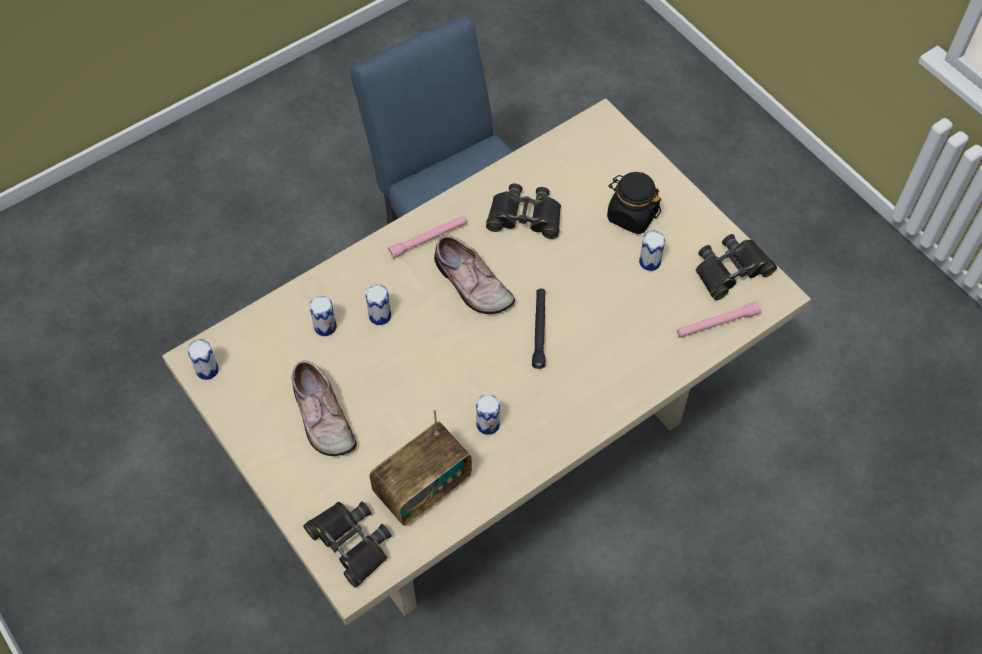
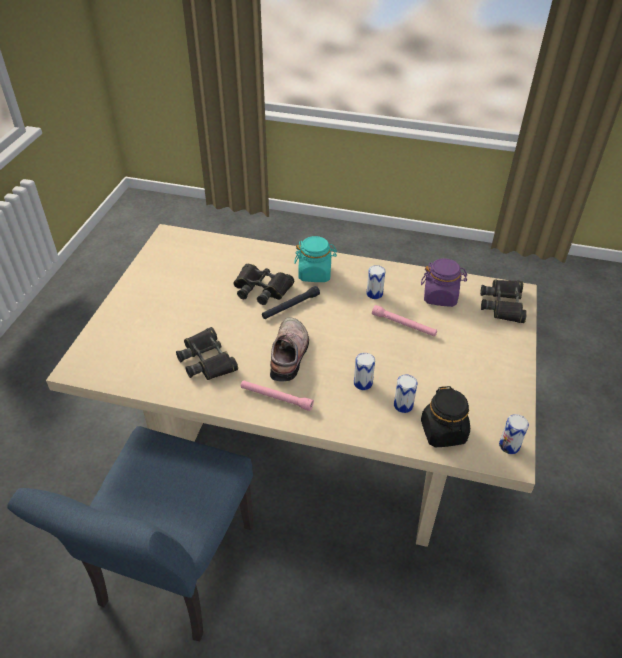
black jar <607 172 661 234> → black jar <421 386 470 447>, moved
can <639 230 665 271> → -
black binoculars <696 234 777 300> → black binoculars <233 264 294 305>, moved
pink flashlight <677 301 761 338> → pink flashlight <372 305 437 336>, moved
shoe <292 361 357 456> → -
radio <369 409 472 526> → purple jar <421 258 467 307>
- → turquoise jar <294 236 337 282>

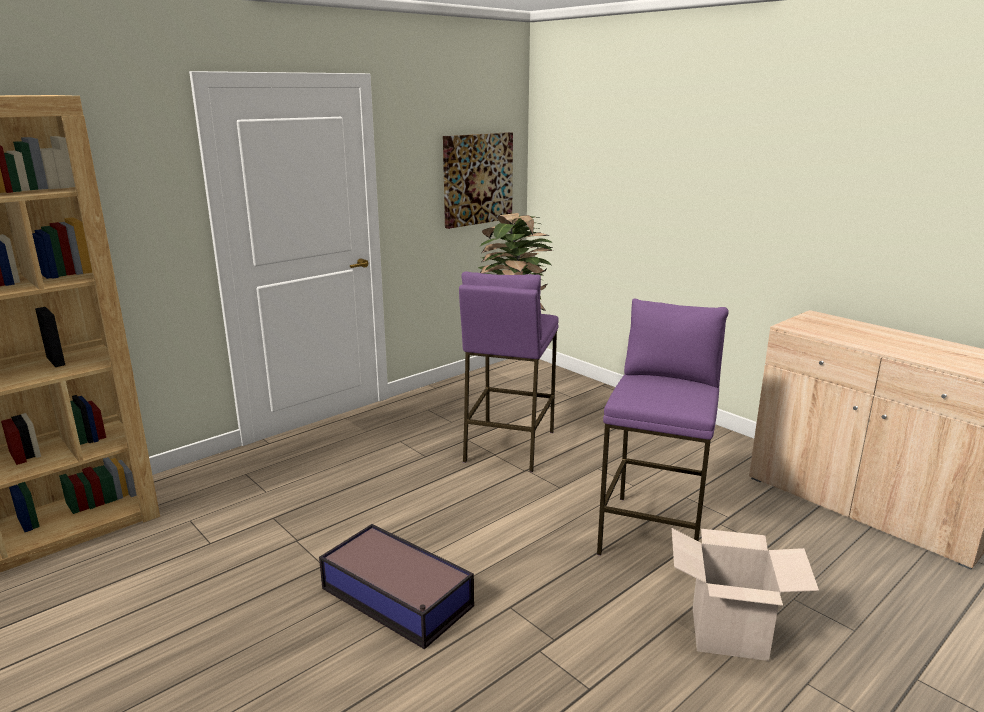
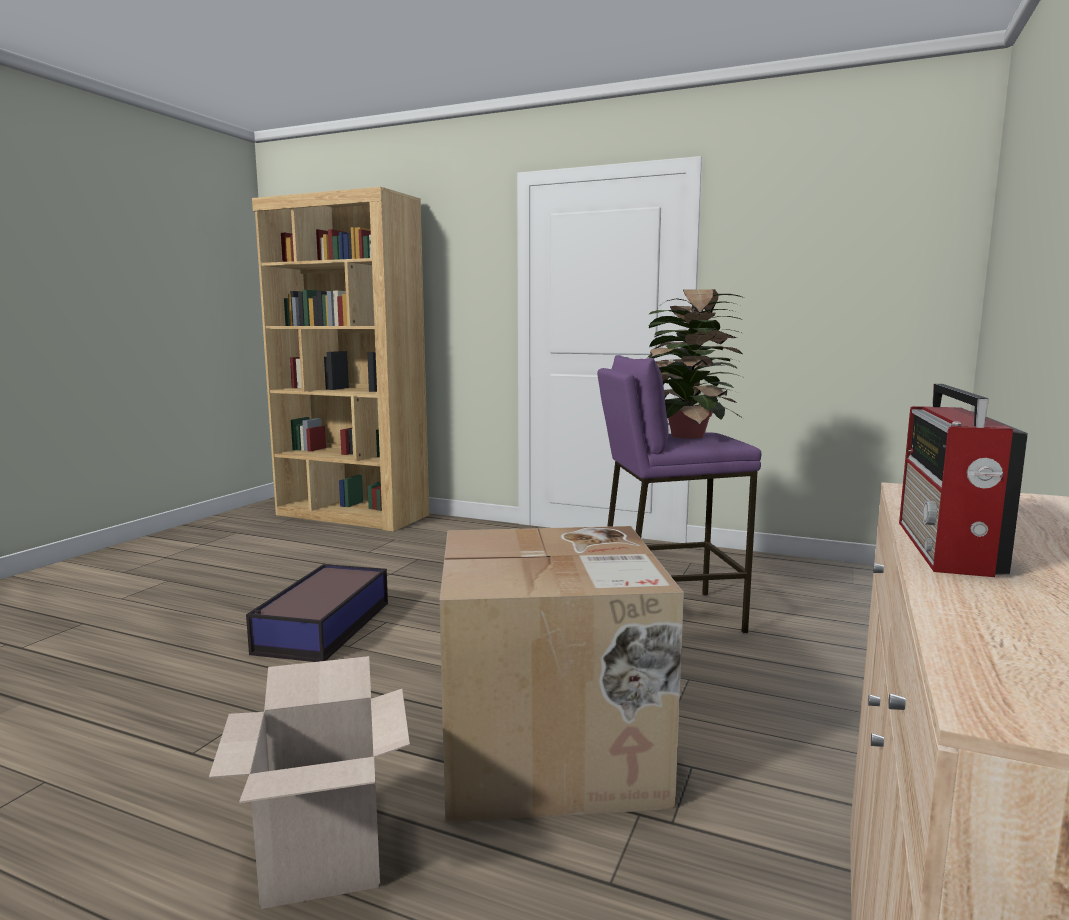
picture <443 132 513 229> → -
purple stool <597 298 729 556> → cardboard box <439 526 684 822>
- → radio <899 384 1028 577>

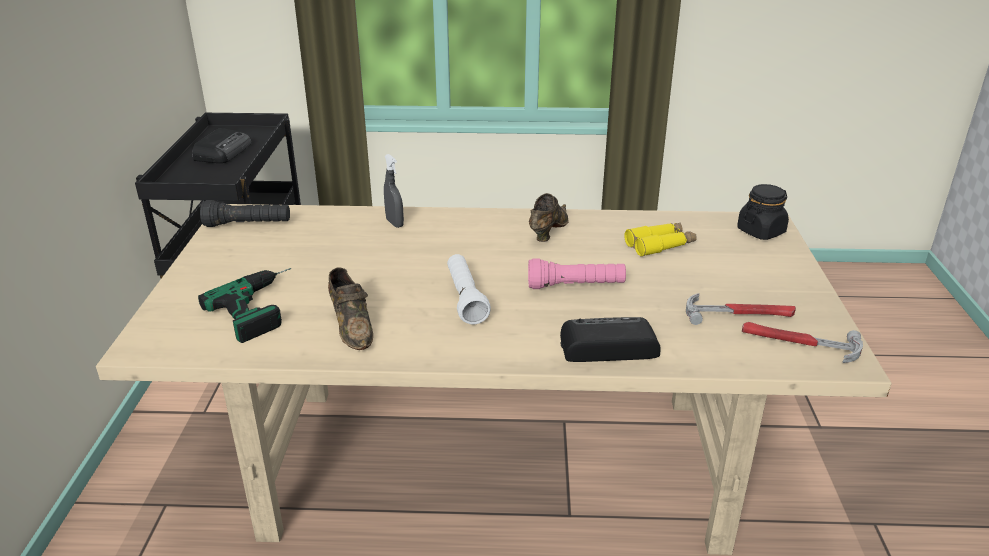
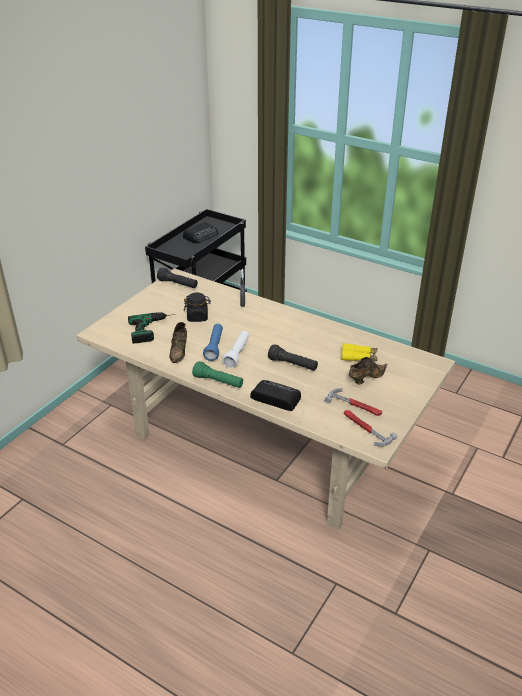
black jar <737 184 789 240> → black jar <184 292 211 322>, moved
brown shoe <529 193 569 242> → brown shoe <349 357 387 384>, moved
pink flashlight <528 258 626 289> → black flashlight <268 344 318 371>
- → blue flashlight <203 324 223 361>
- → green flashlight <192 361 243 388>

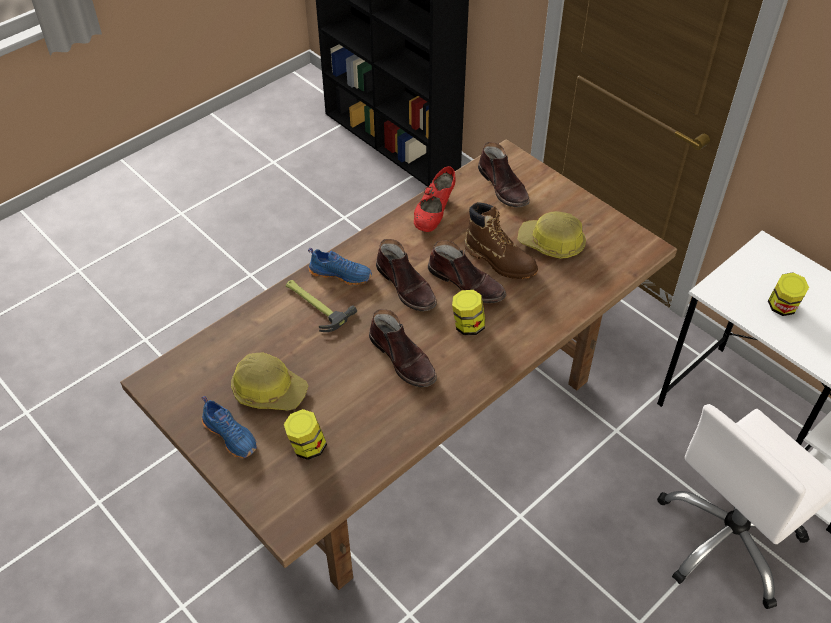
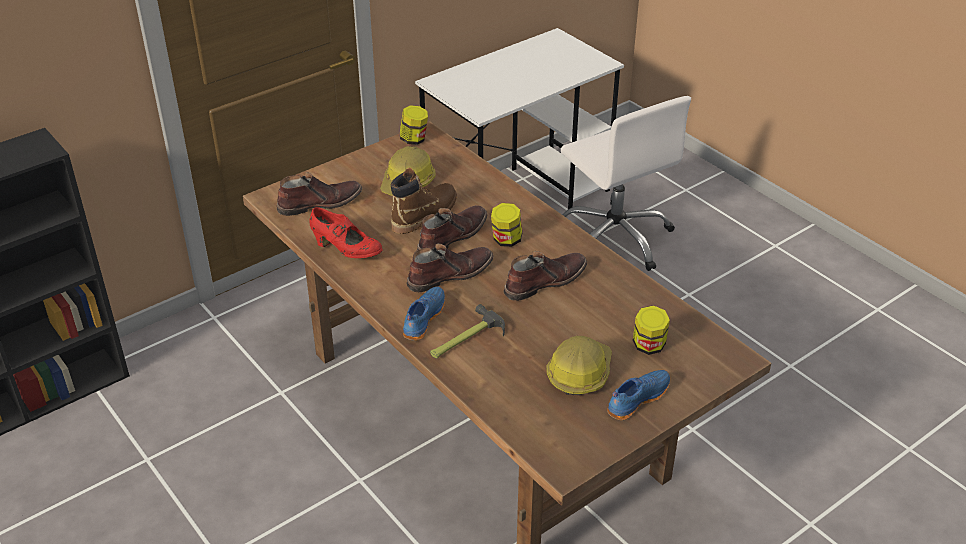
jar <768 272 809 316> → jar <400 105 428 145>, moved

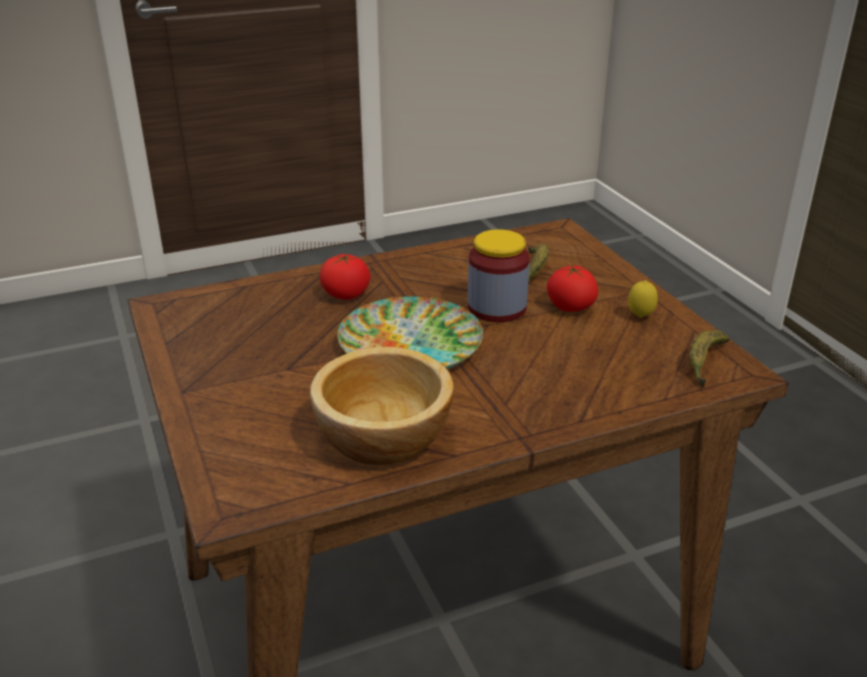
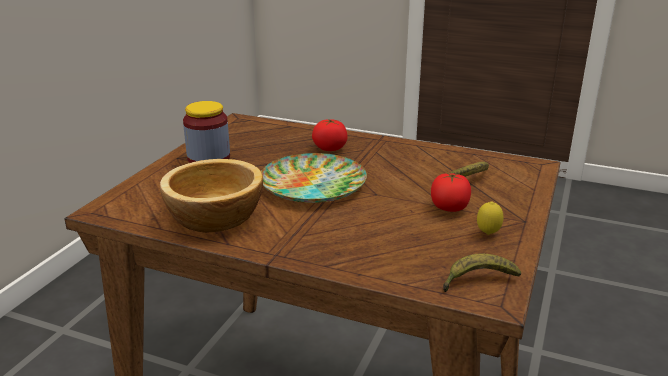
jar <468 229 530 322> → jar <183 101 230 163>, moved

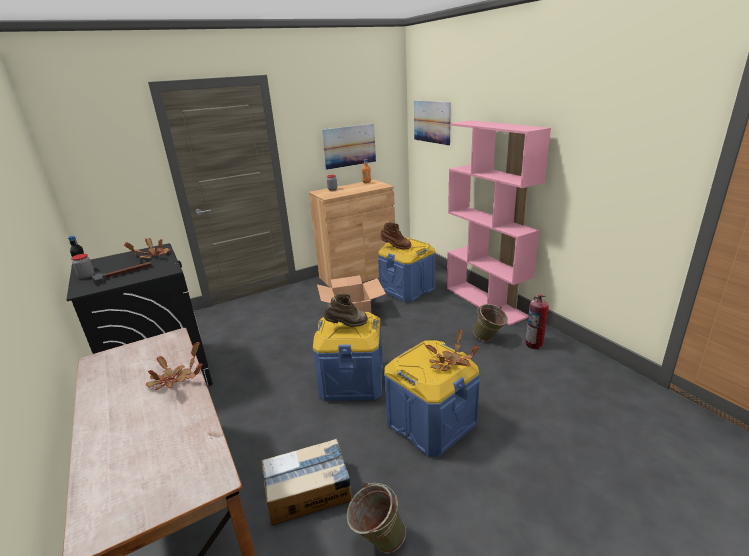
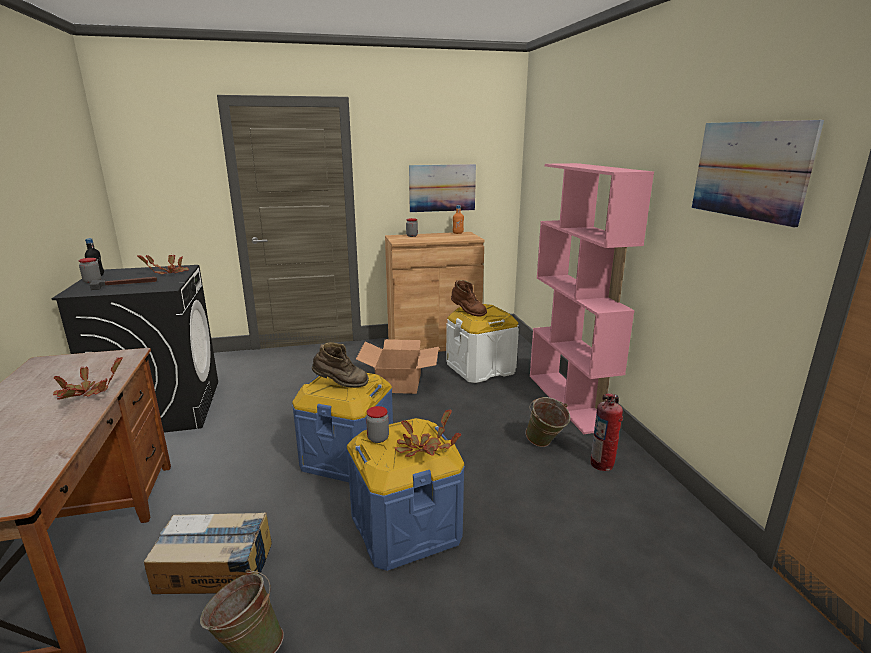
picture <414 101 451 145> → picture <692 120 824 228>, moved
blue storage box <378 238 436 302> → white storage box <446 304 519 383>
- → jar <366 406 389 443>

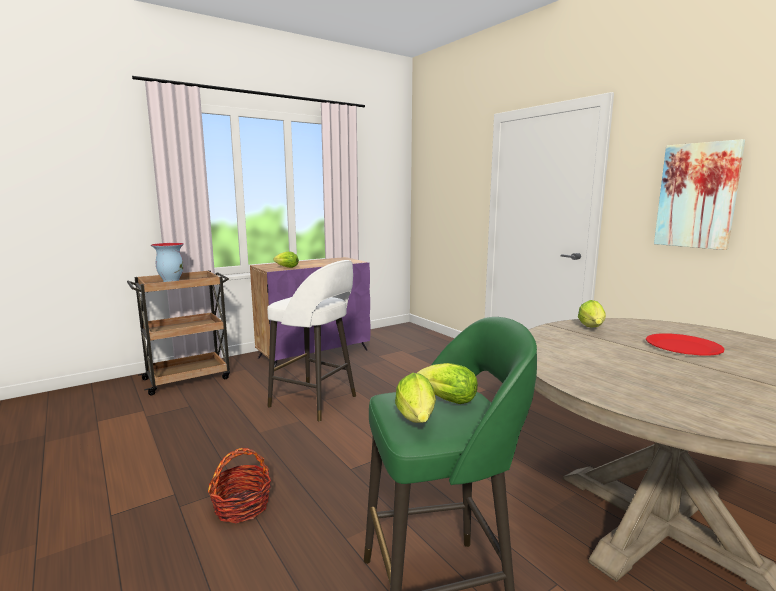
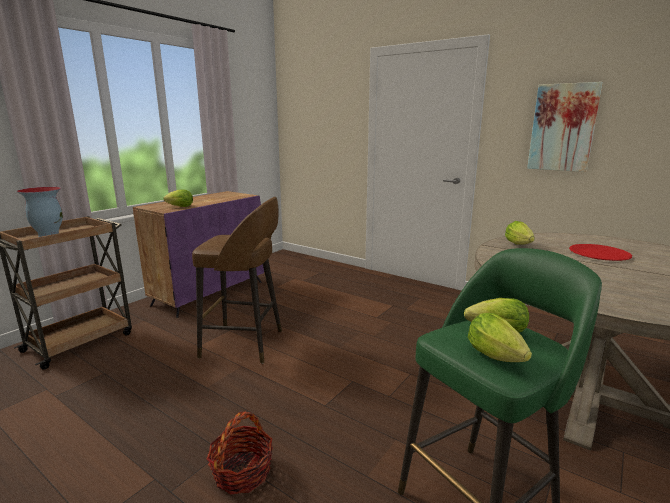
white stool <267 260 356 422> → brown stool <192 197 282 364>

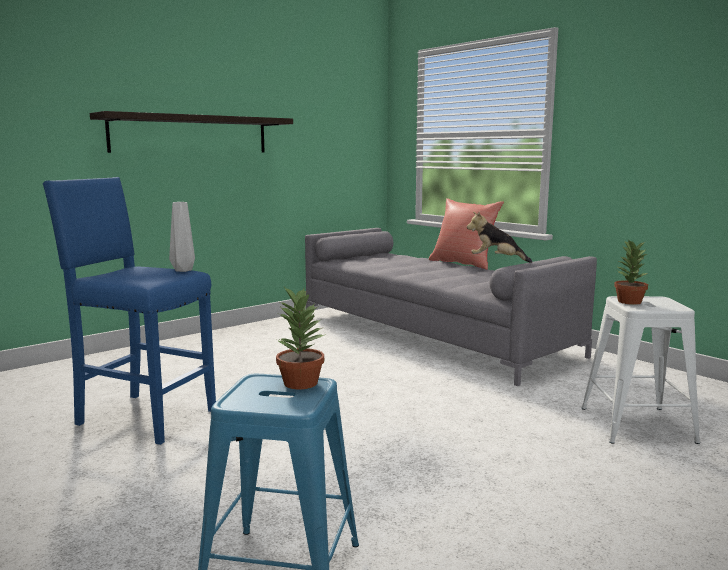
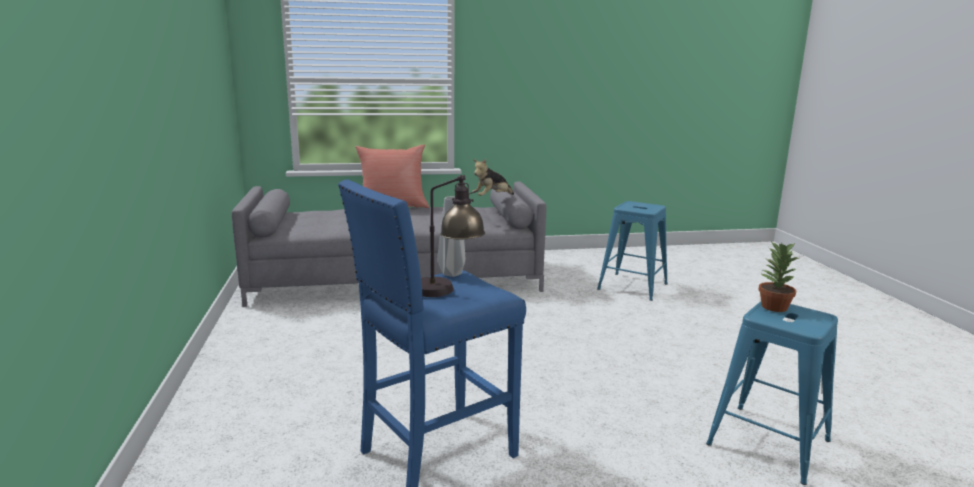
shelf <90 111 293 153> → -
potted plant <614 240 649 305> → -
white stool <582 296 700 444> → blue stool <597 201 668 301>
- → table lamp <421 175 485 297>

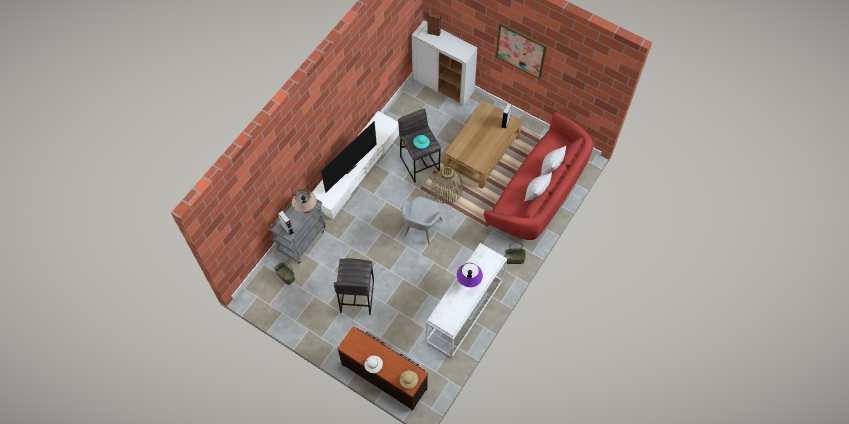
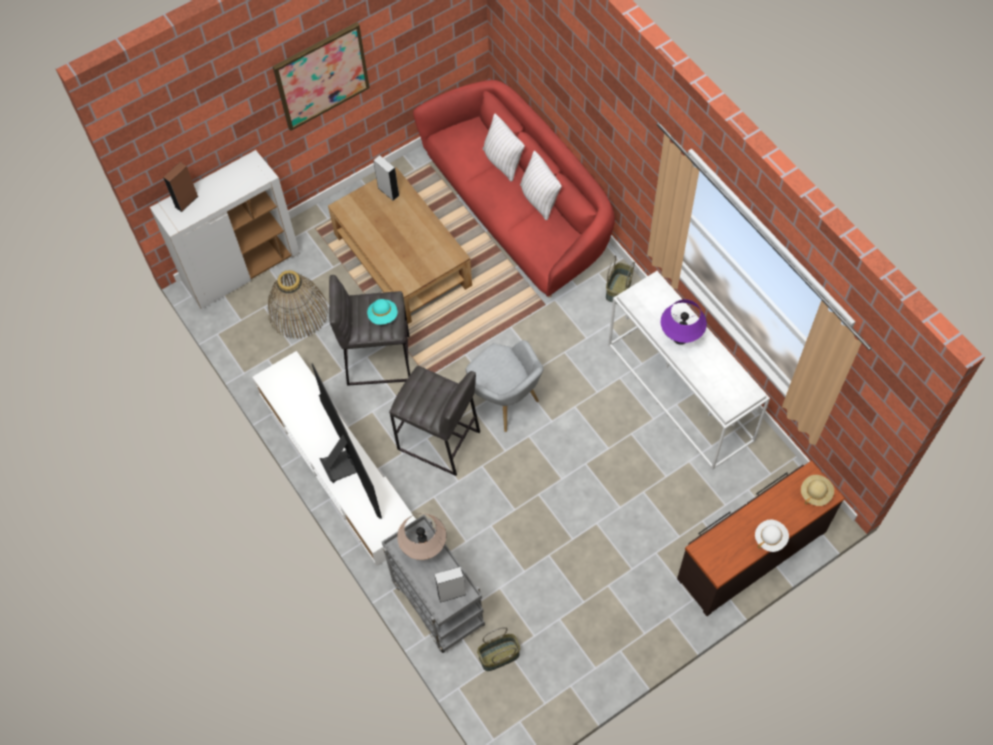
basket <430 166 464 204> → basket <268 270 329 339>, moved
grey stool <334 258 374 315> → grey stool <389 366 480 476>, moved

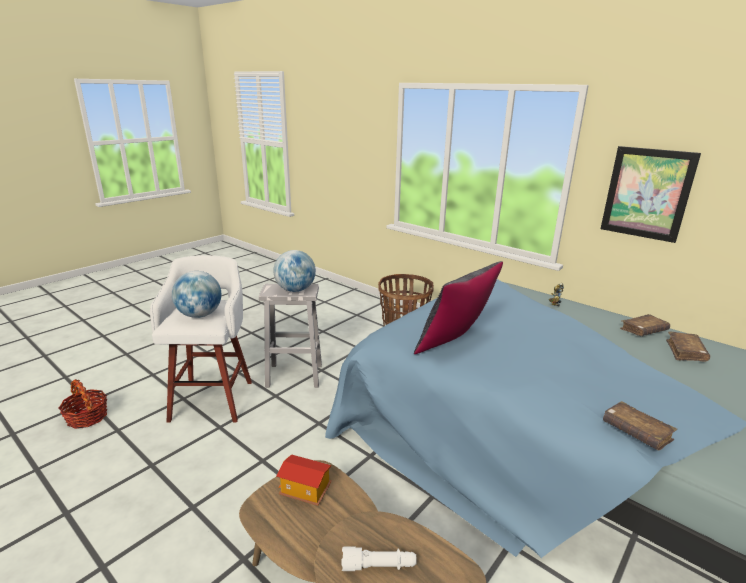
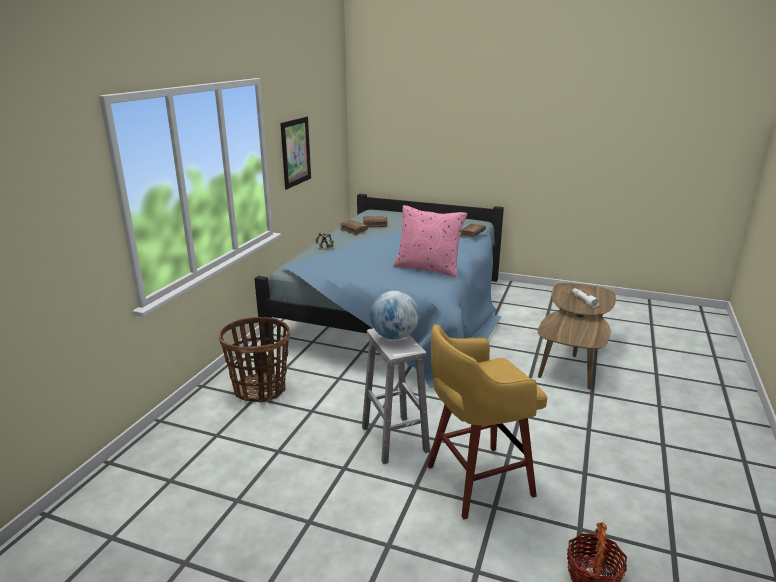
white stool <150 255 252 423> → yellow stool <427 324 548 519>
black pillow <414 261 503 354> → pink pillow <393 205 467 278>
globe <172 271 221 318> → -
toy house <277 454 332 506> → -

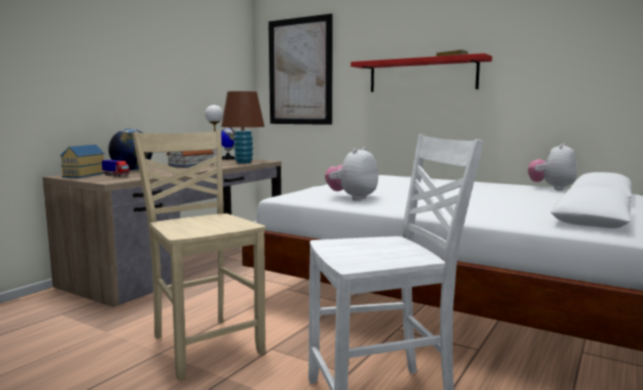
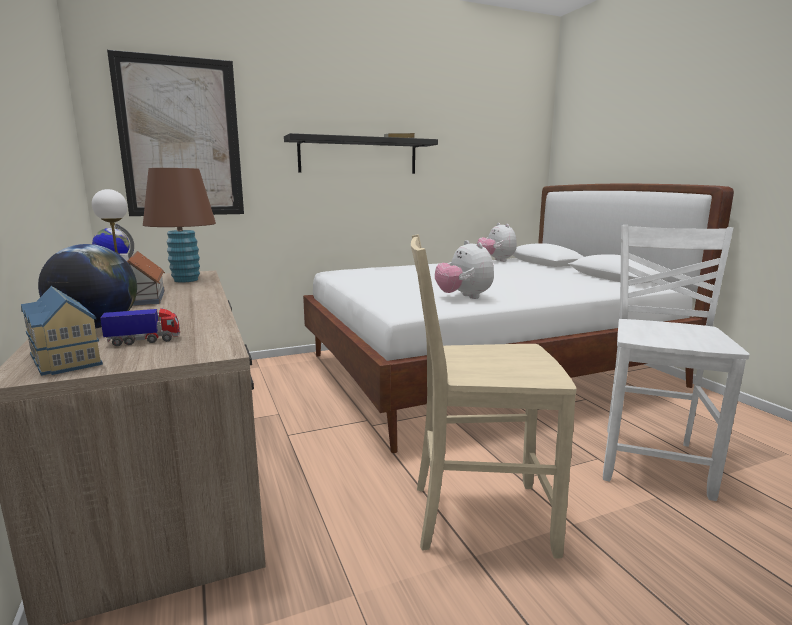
red shelf <351 53 492 92> → black shelf <284 133 438 174>

